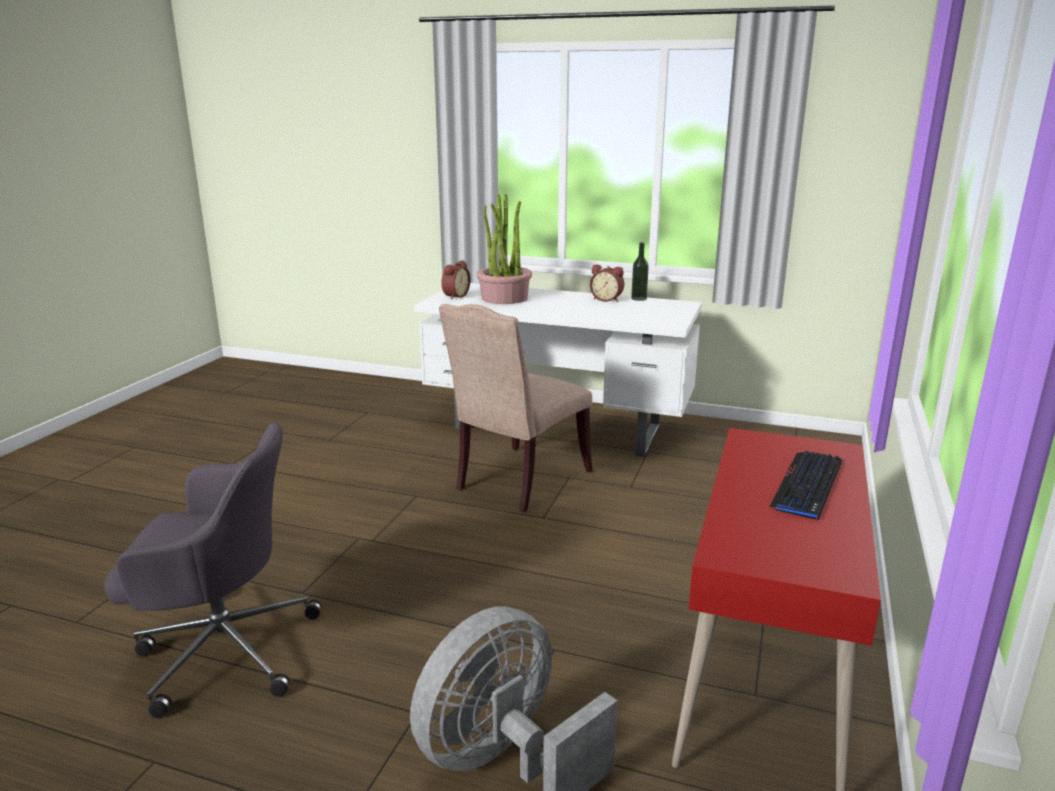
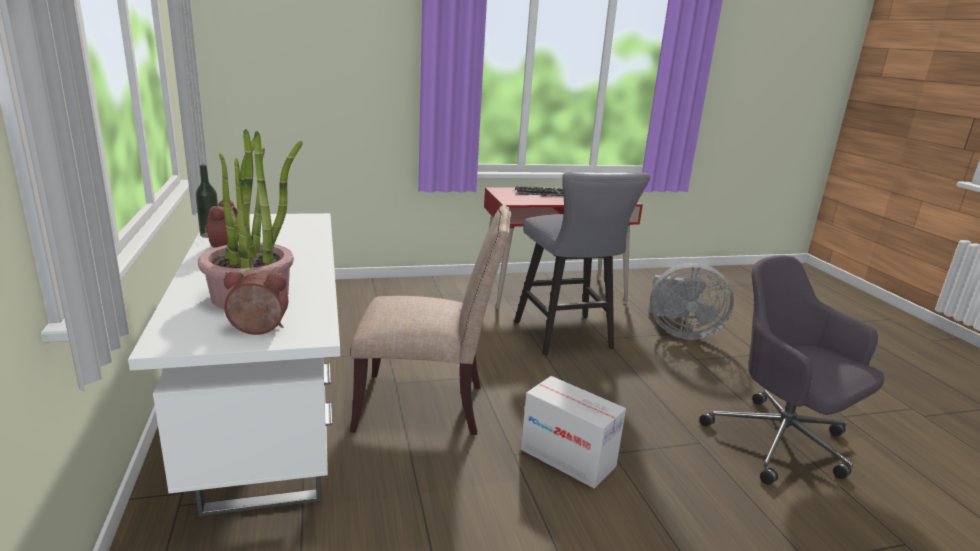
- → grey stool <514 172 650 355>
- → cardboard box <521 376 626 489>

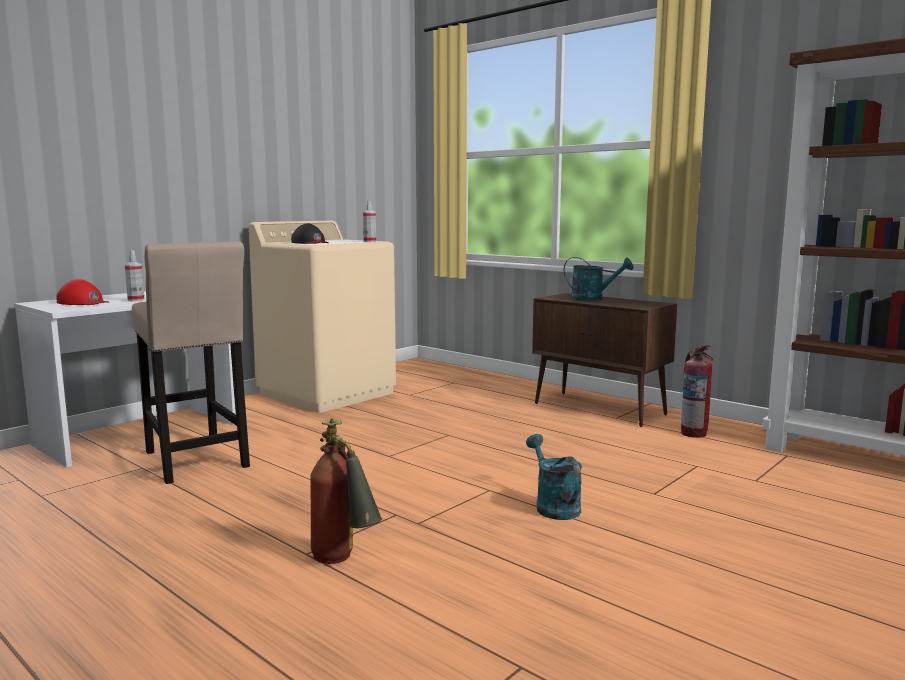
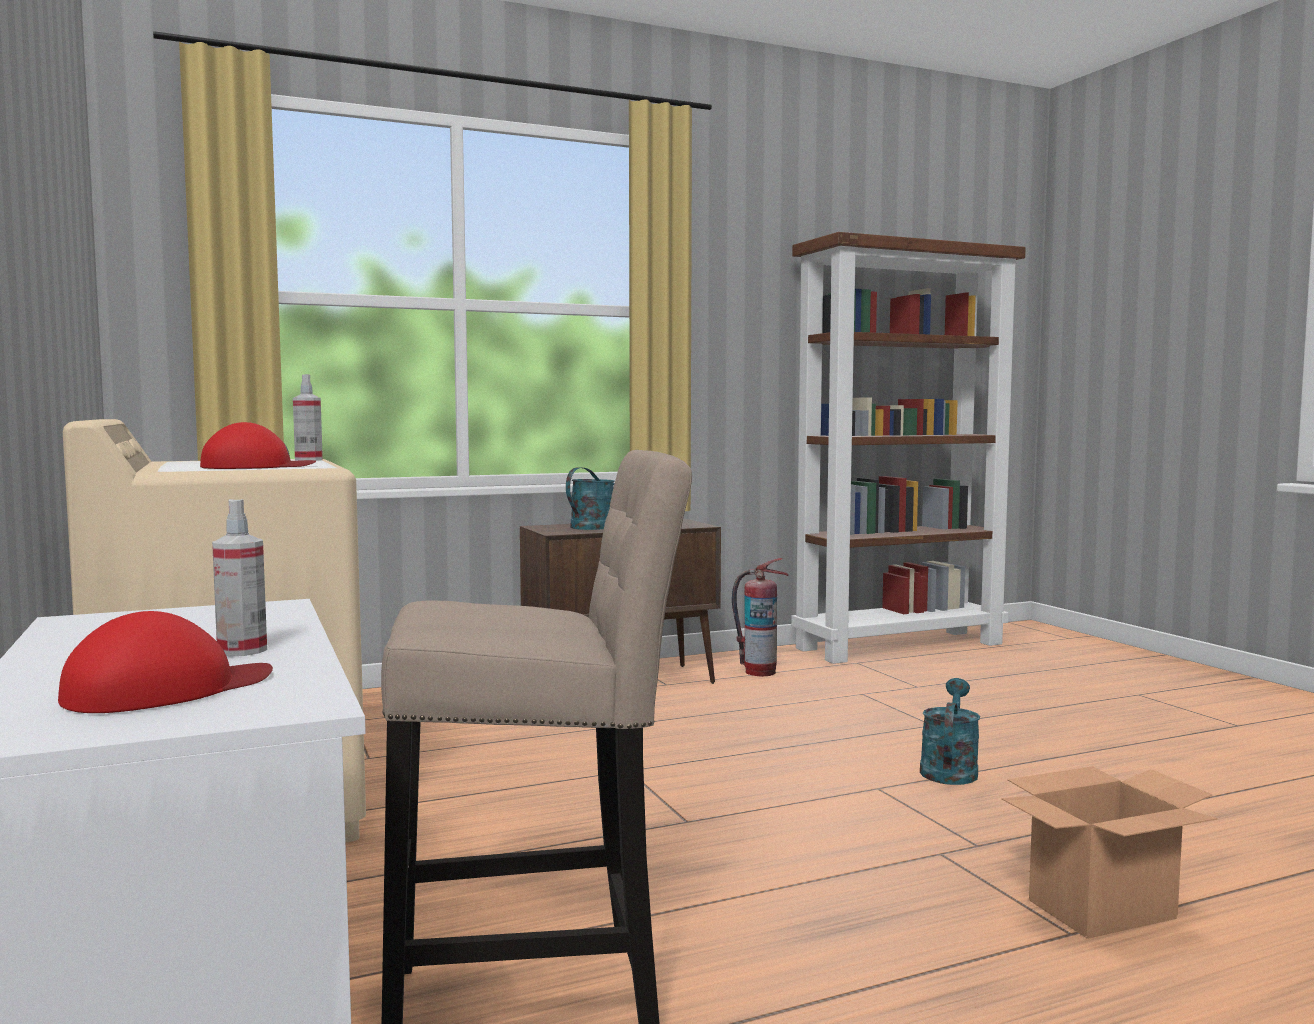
black cap <291 223 329 244> → red cap <200 422 316 469>
fire extinguisher <310 419 382 564> → cardboard box <1001 766 1218 939>
turquoise watering can <526 434 582 520> → turquoise watering can <920 678 980 785>, 105 degrees clockwise

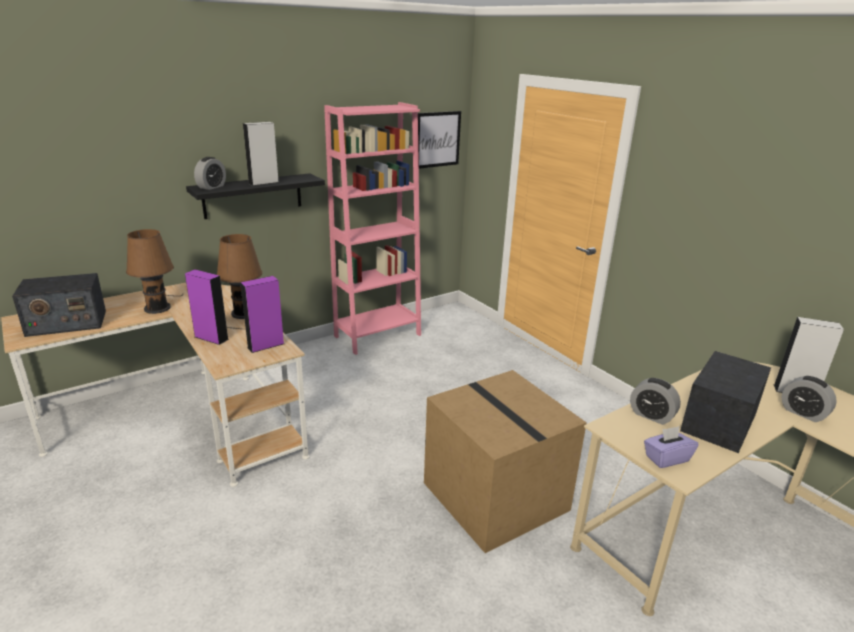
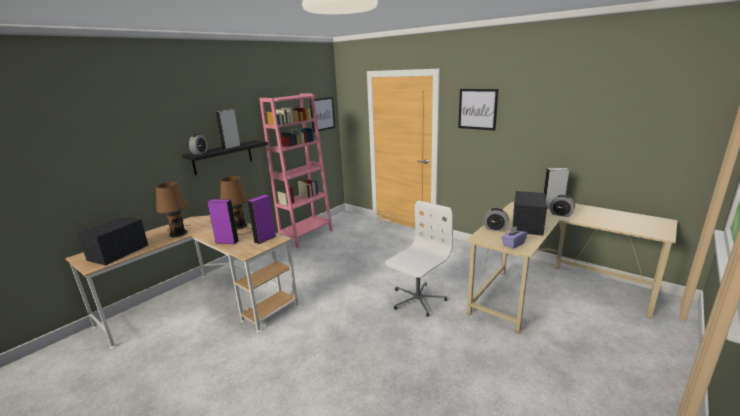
radio <12 273 106 337> → radio <77 216 148 266>, 150 degrees clockwise
cardboard box <424 370 587 553> → white office chair <385 200 453 317>
- → picture <458 89 499 131>

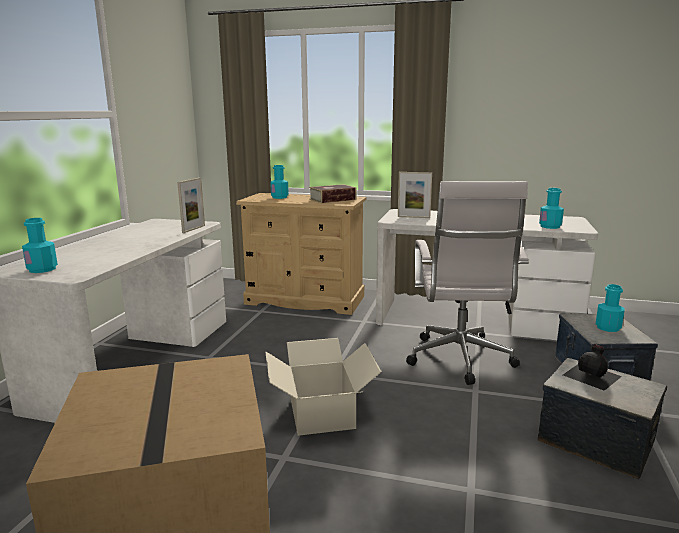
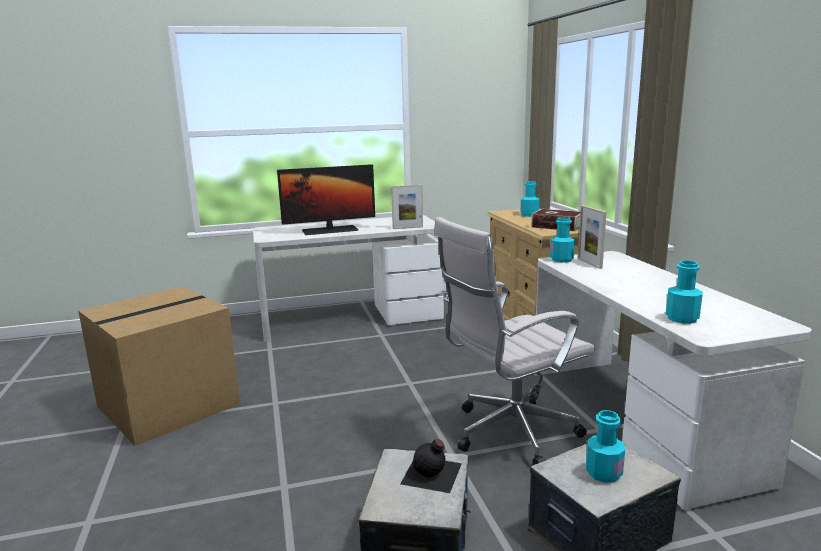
turquoise bottle <22 218 58 273> → turquoise bottle <550 217 575 263>, moved
cardboard box <265 338 381 436> → -
- → monitor <277 164 375 235>

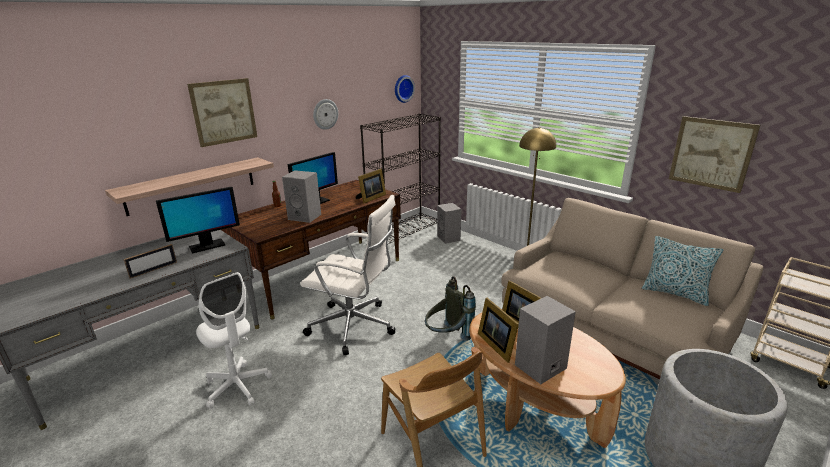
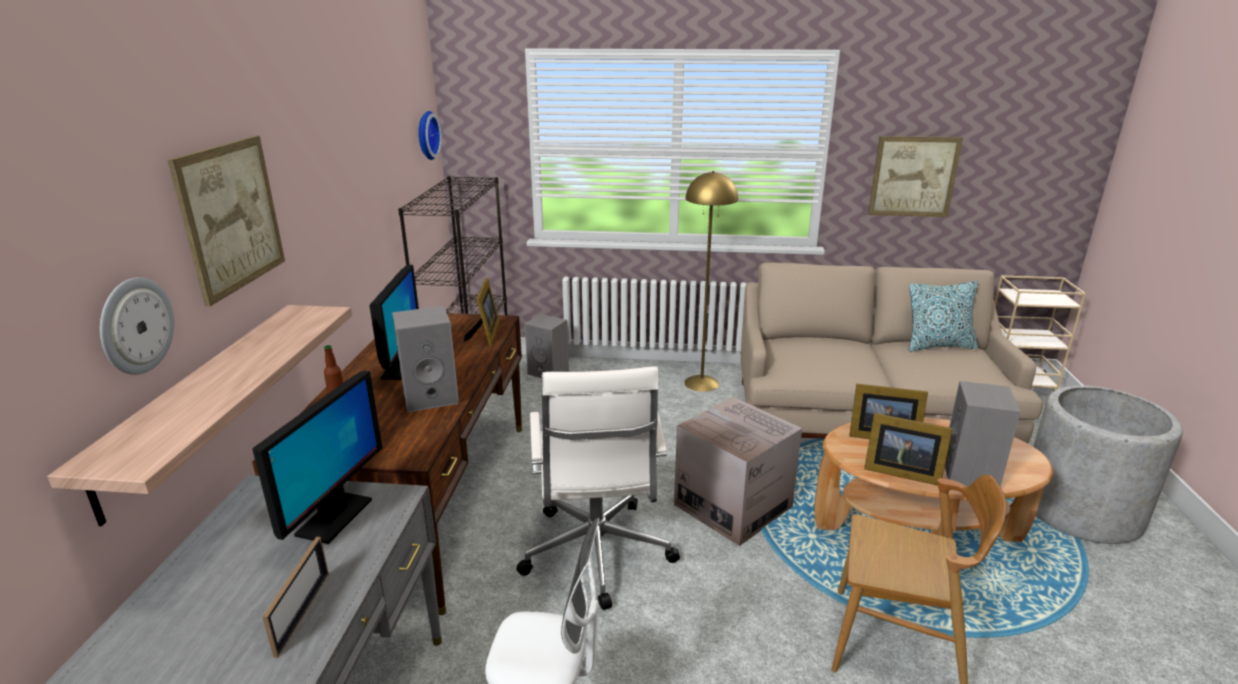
wall clock <313 99 338 130> → wall clock <100 277 174 375>, moved
white office chair <300 195 396 355> → white office chair <516 366 680 610>, 105 degrees clockwise
grey backpack <425 276 476 341> → cardboard box <674 397 802 546>

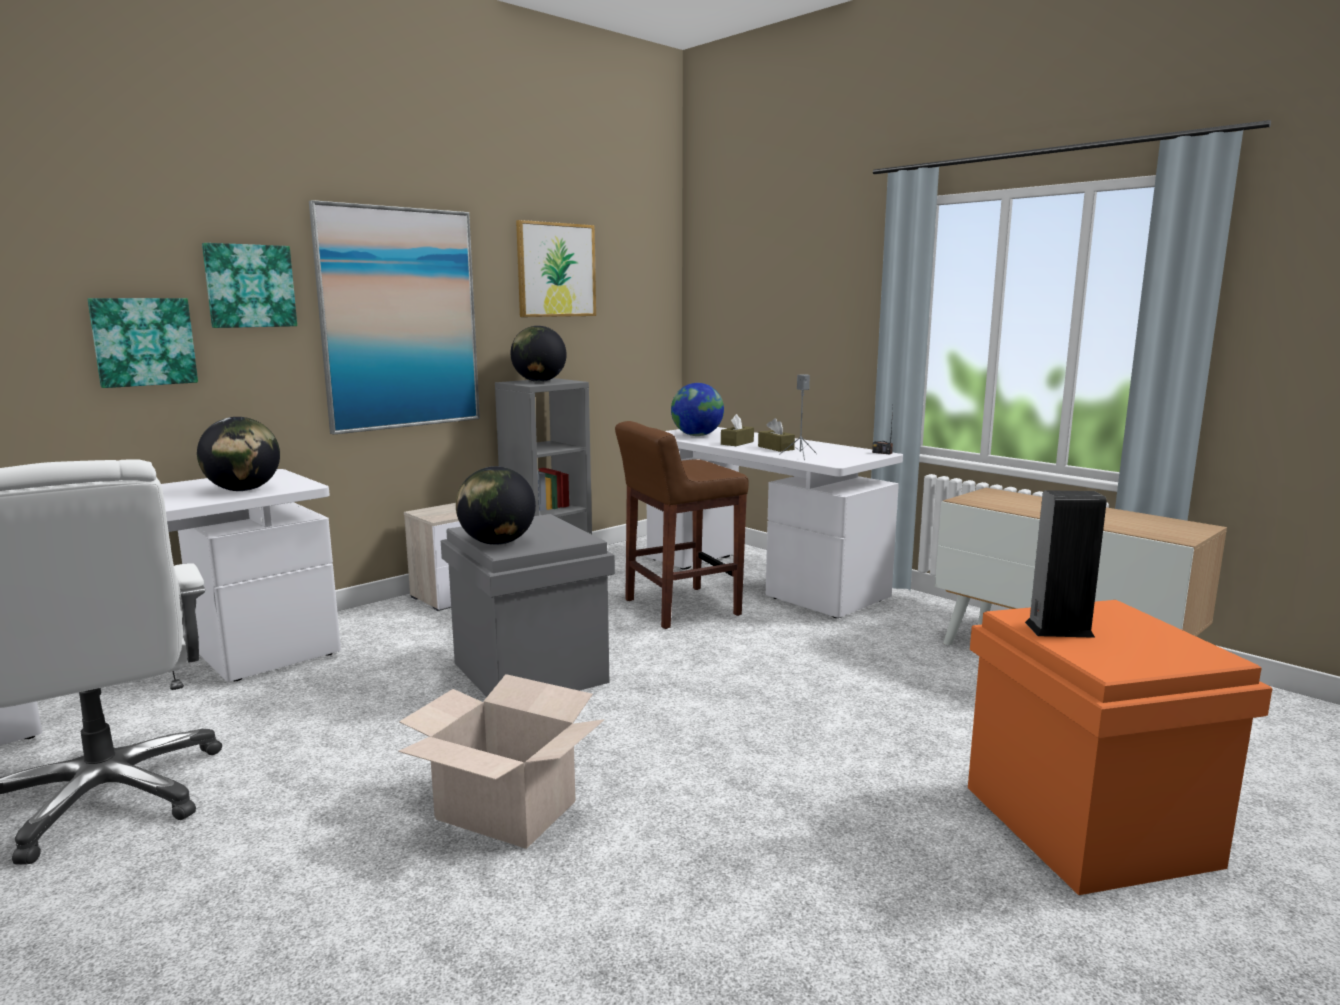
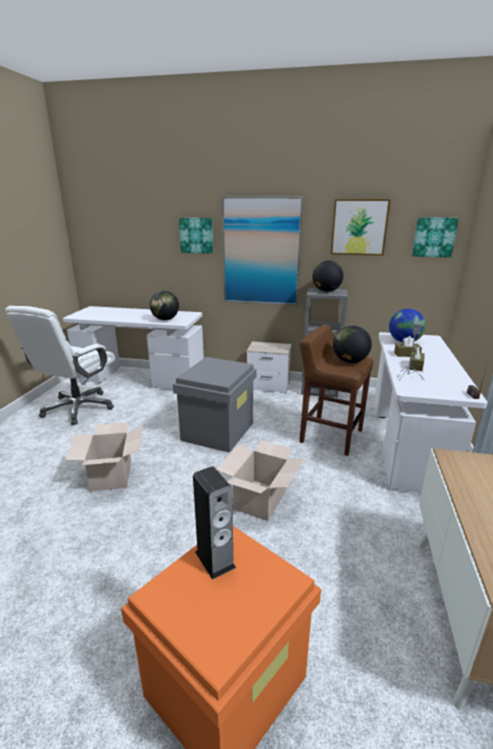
picture <87 298 198 388> → picture <412 217 459 257>, moved
globe <456 466 536 545> → globe <333 325 372 363>, moved
- → cardboard box <216 440 304 521>

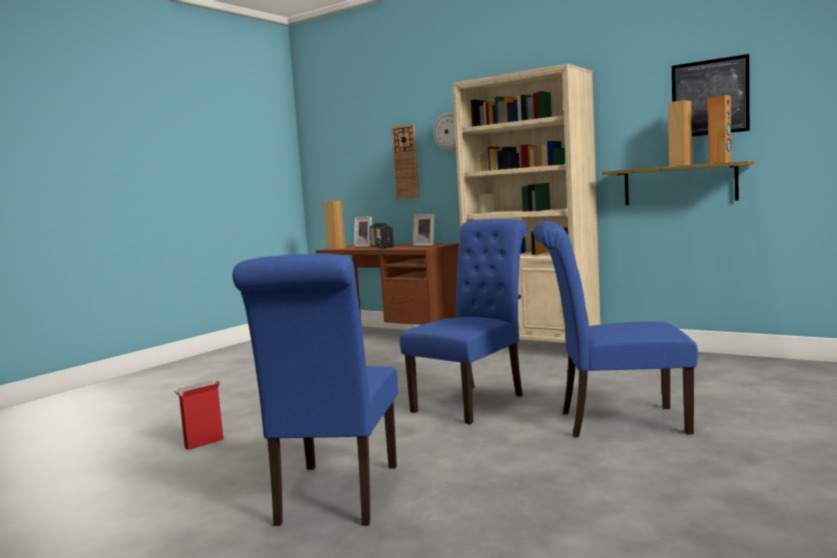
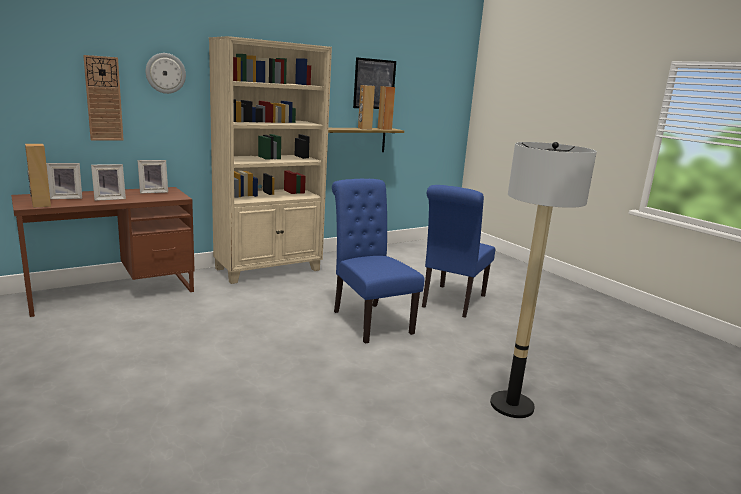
radio <370 223 394 248> → picture frame <91 164 126 201>
blue chair <232 253 398 526> → floor lamp <490 142 597 418>
cardboard box <174 380 223 450> → -

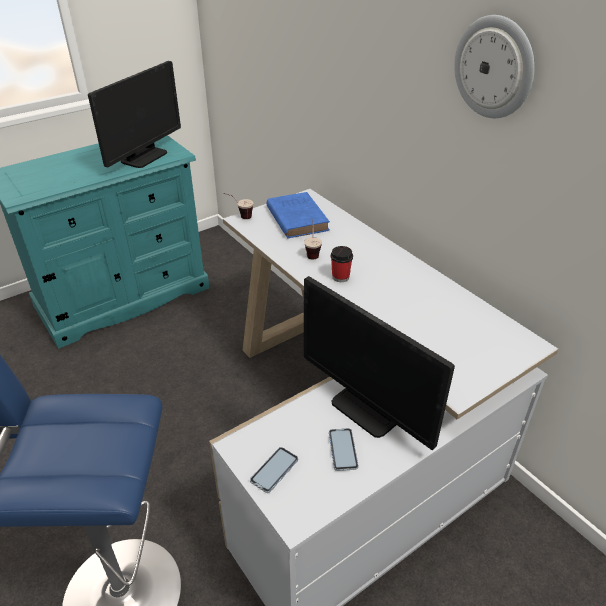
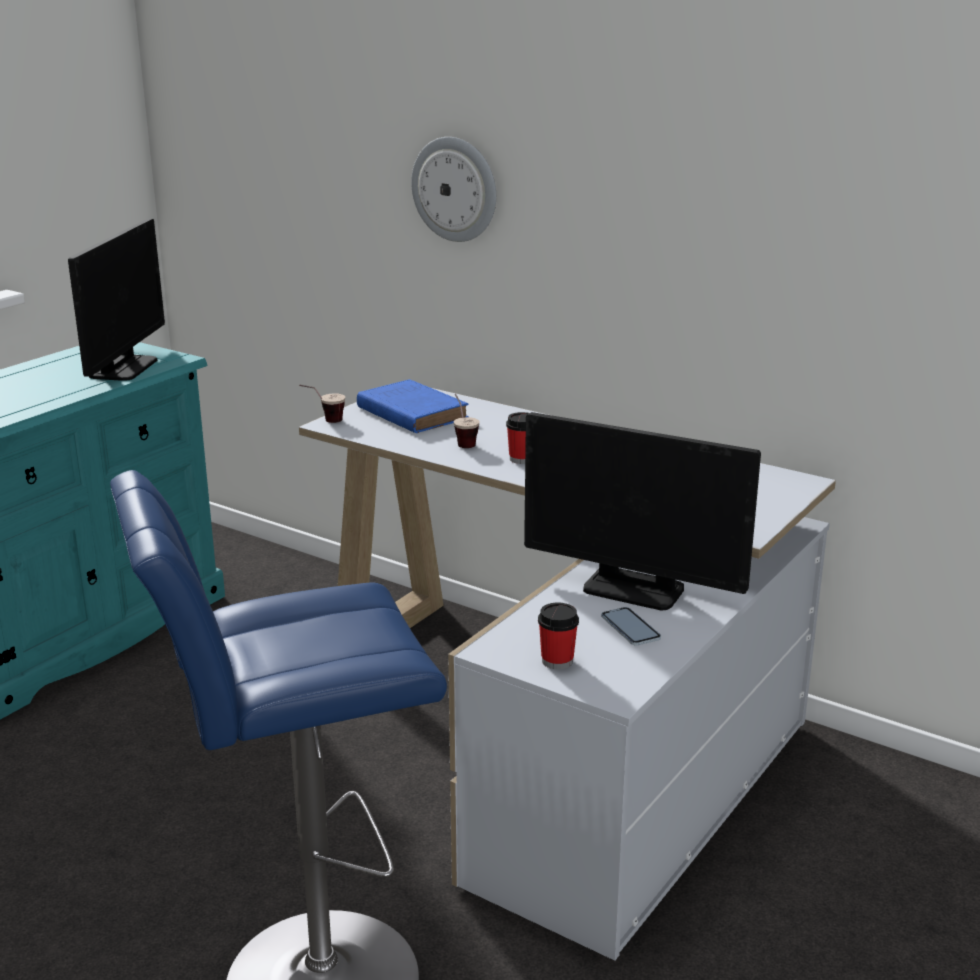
wall clock <454 15 535 118> → wall clock <411 137 496 242>, moved
phone <250 447 298 493> → cup <538 603 579 669>

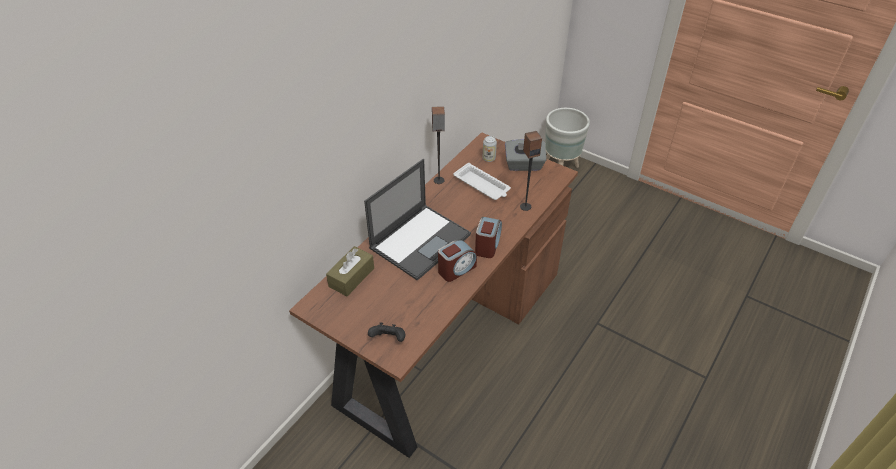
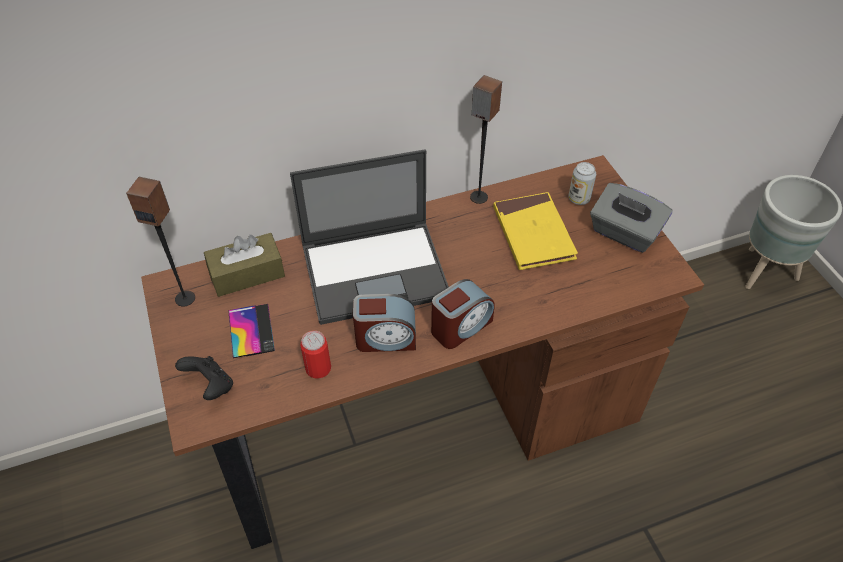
speaker <520 131 542 211> → speaker <126 177 195 307>, moved
white tray <453 163 511 200> → yellow book <494 192 578 270>
- → phone <228 304 275 358>
- → can <300 331 331 379>

